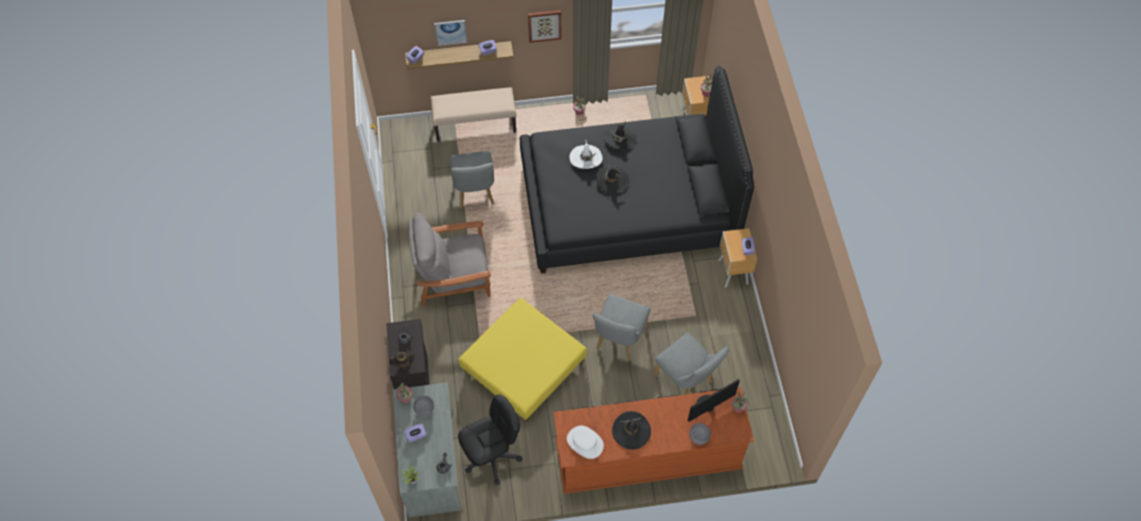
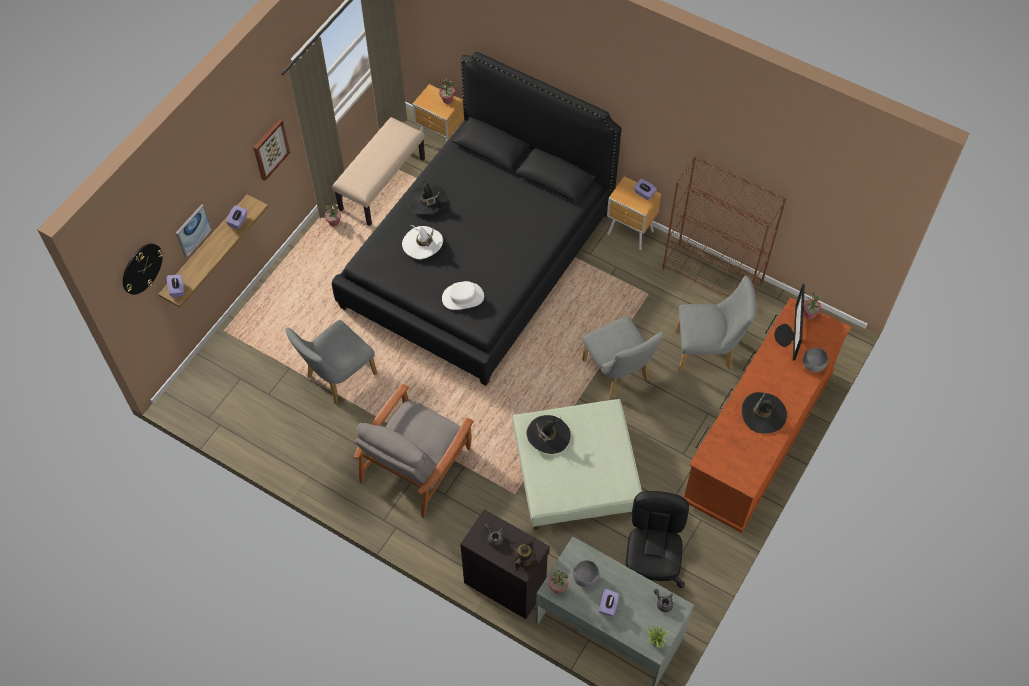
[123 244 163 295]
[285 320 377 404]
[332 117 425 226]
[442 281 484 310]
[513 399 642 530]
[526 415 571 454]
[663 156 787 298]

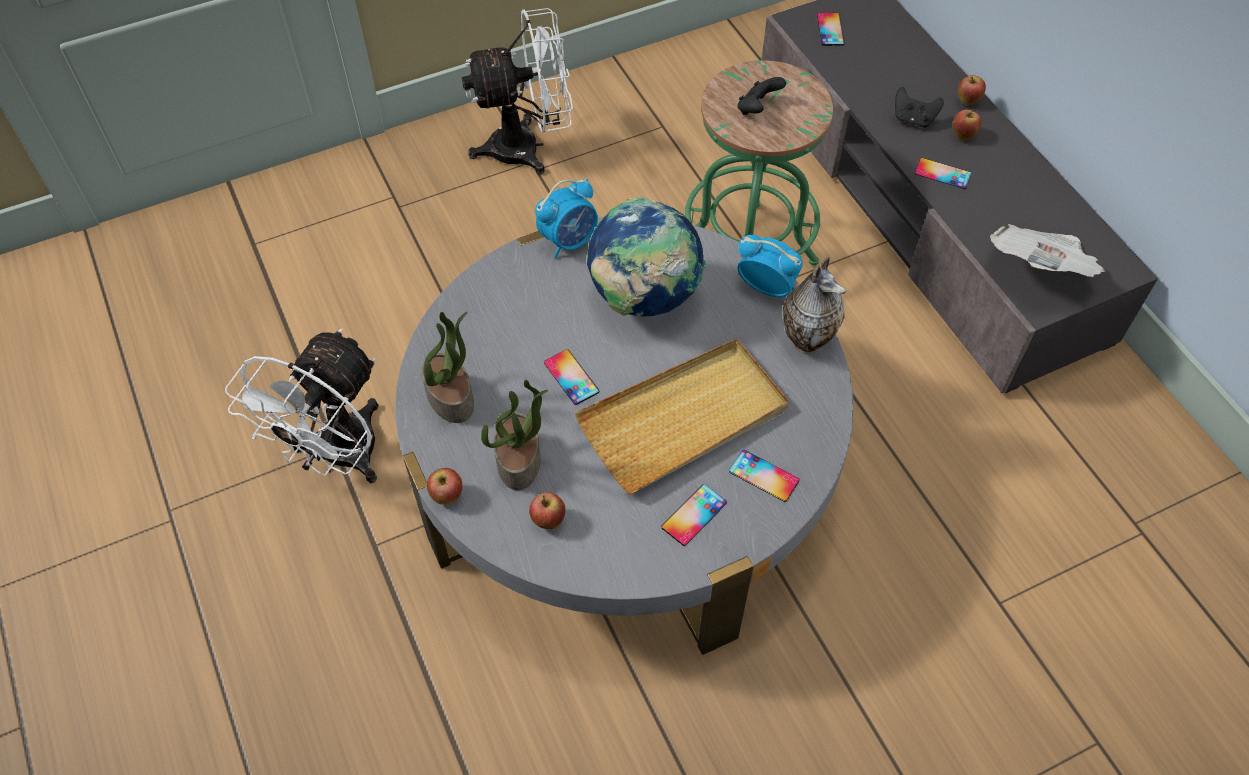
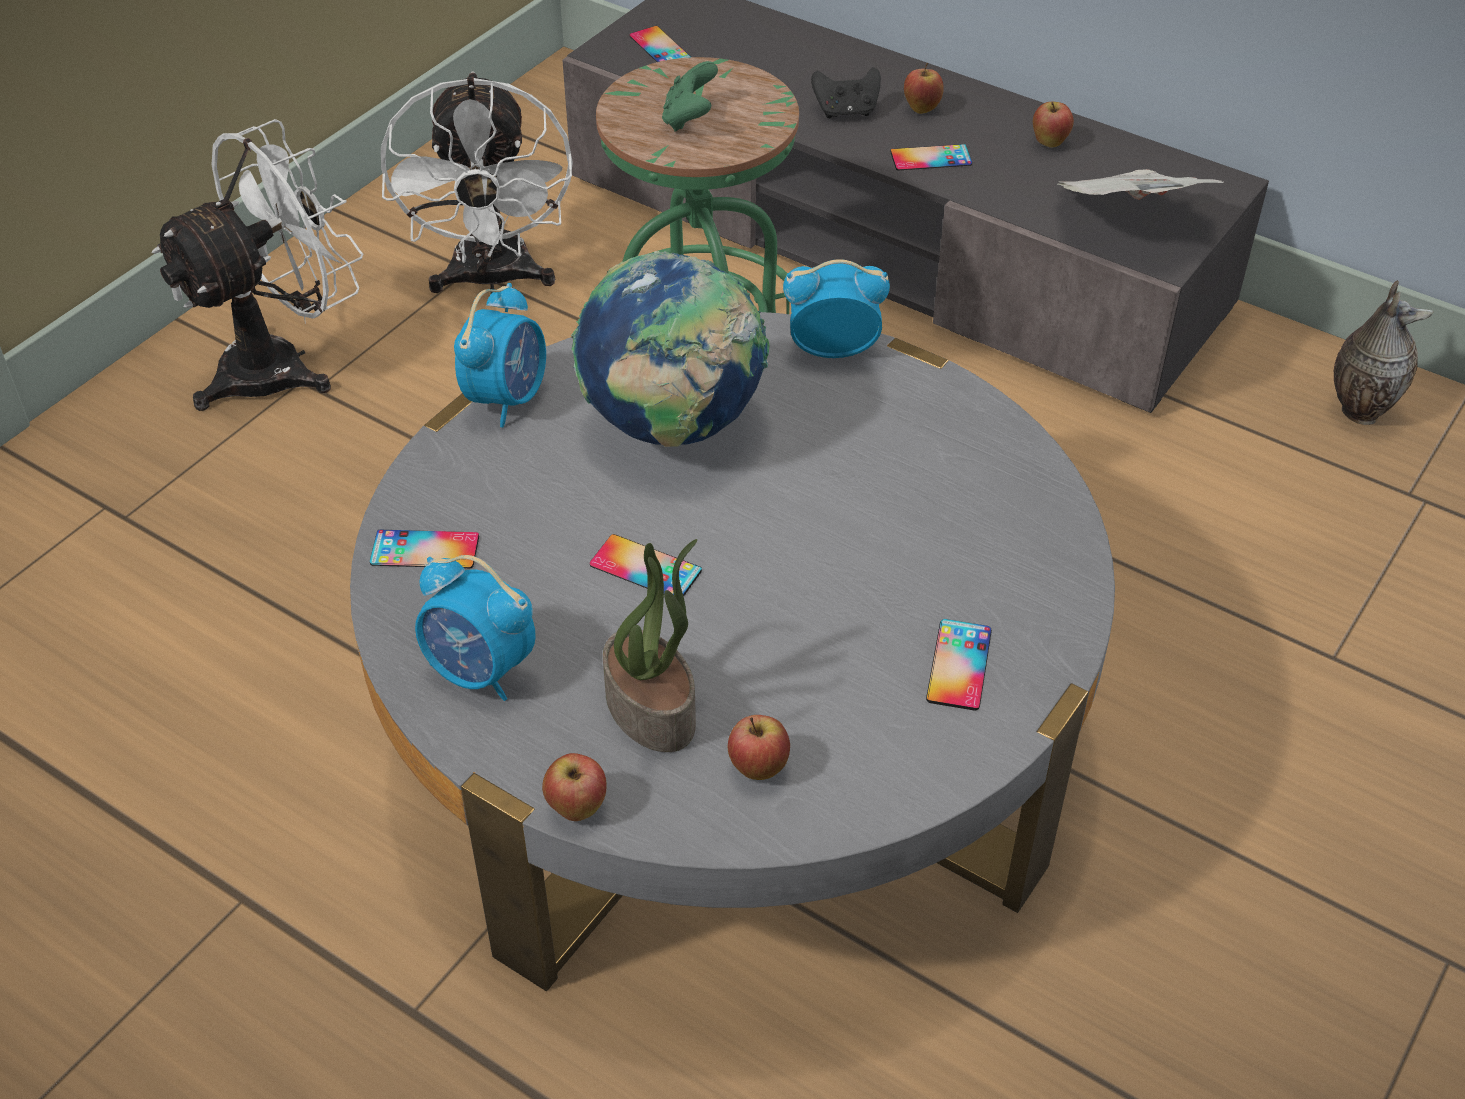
[370 530 479 568]
[381 71 573 294]
[415 555 536 701]
[662 61 718 132]
[1033 102 1074 147]
[1334 280 1433 425]
[575 338 789 495] (first image)

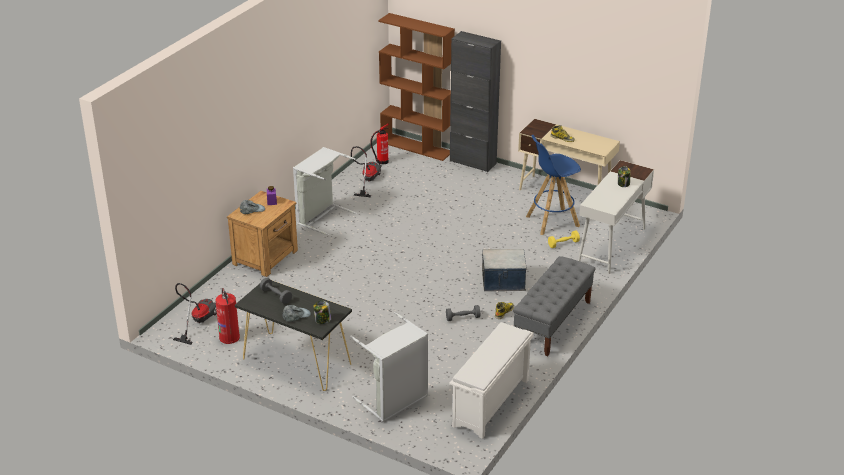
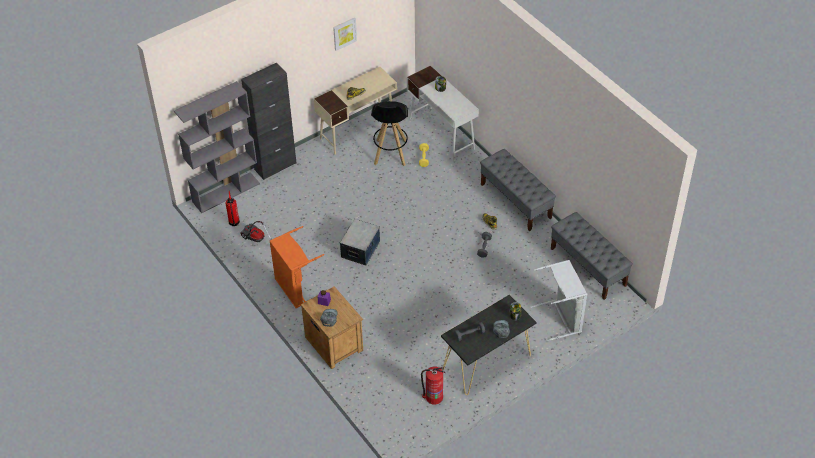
[174 81 260 213]
[270 226 324 308]
[333 17 357 51]
[340 219 380 266]
[371 101 408 166]
[551 212 633 300]
[173 283 217 345] (first image)

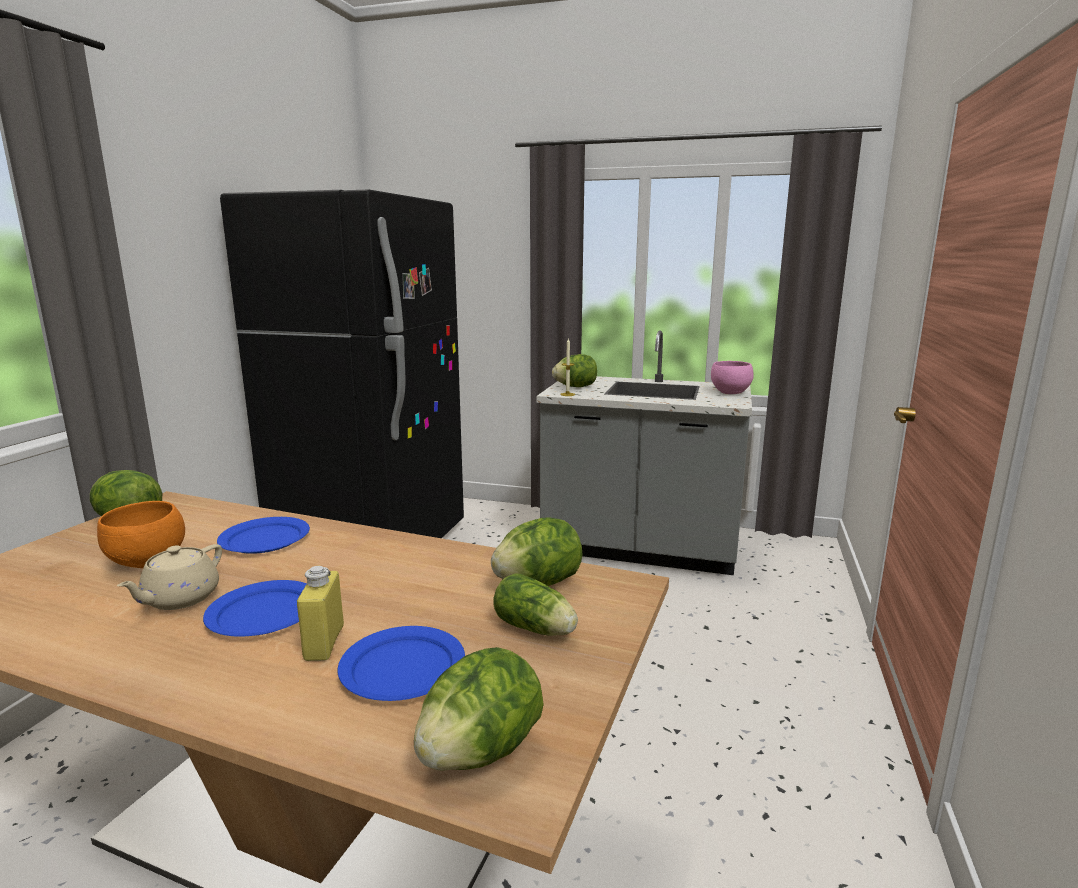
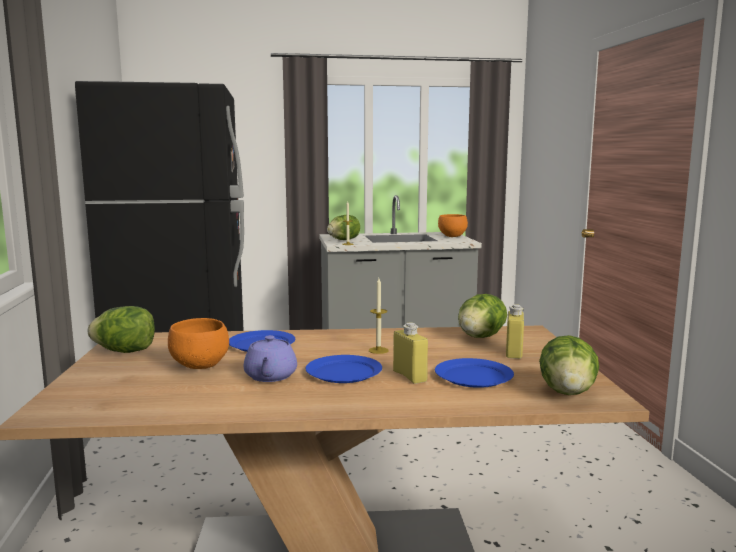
[243 335 297 382]
[369 278 388 354]
[438 214 468 237]
[506 304 524 359]

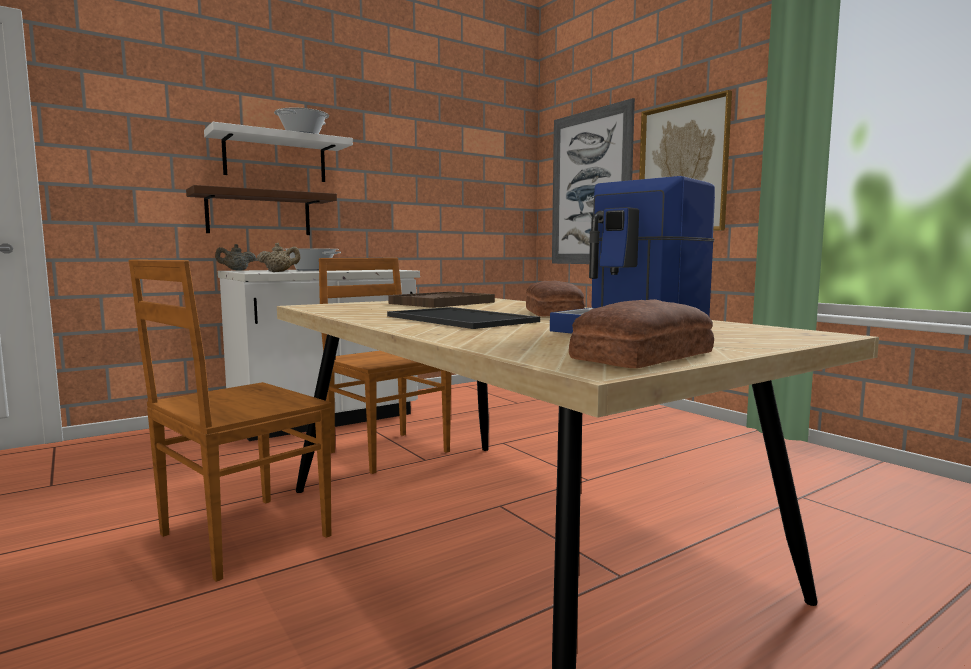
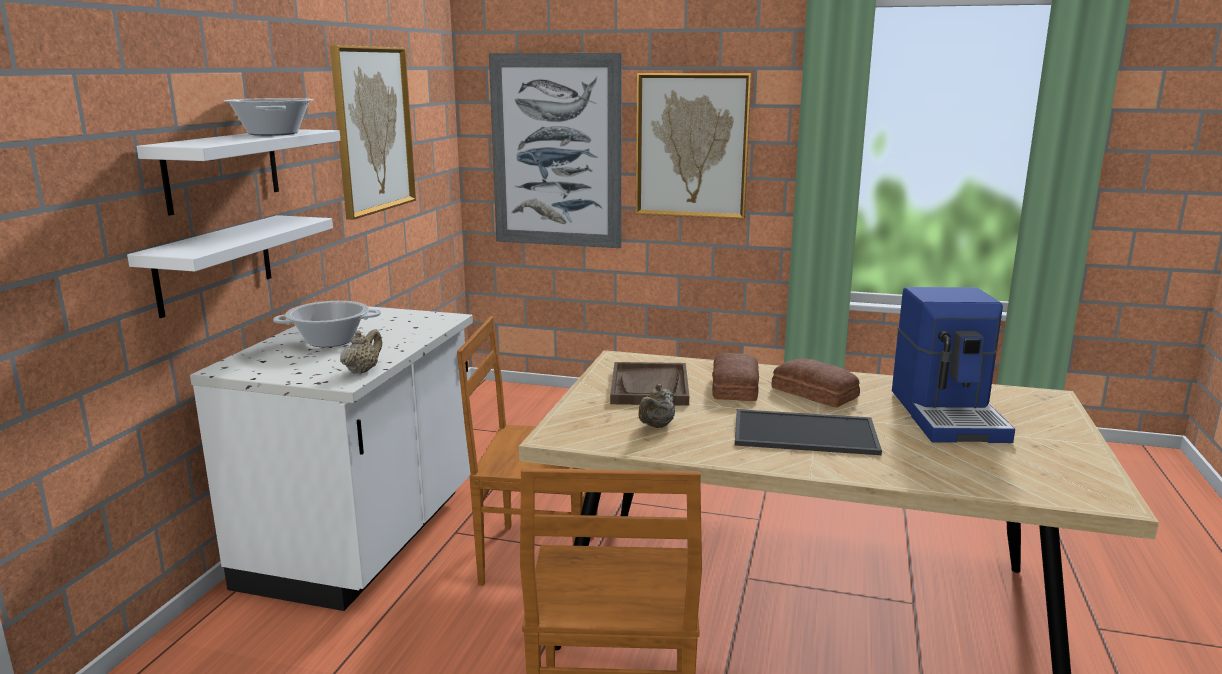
[127 215 333 318]
[330 45 416 220]
[638 384 675 428]
[712 353 759 401]

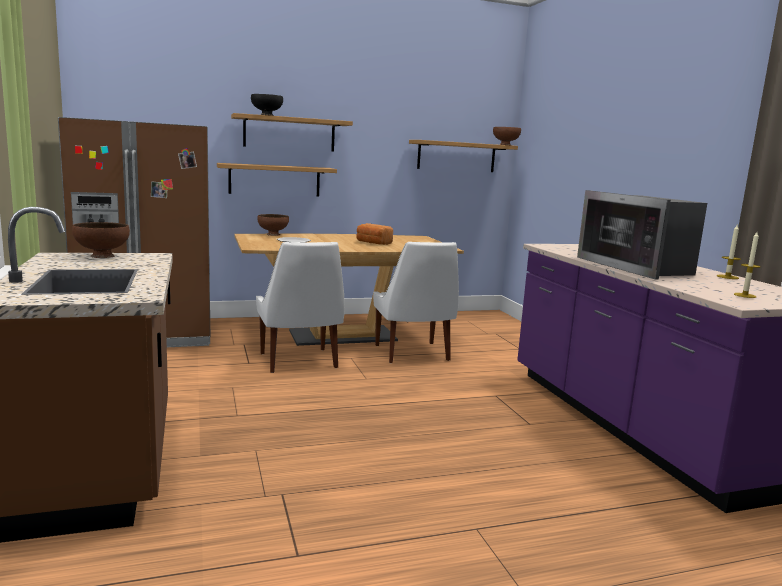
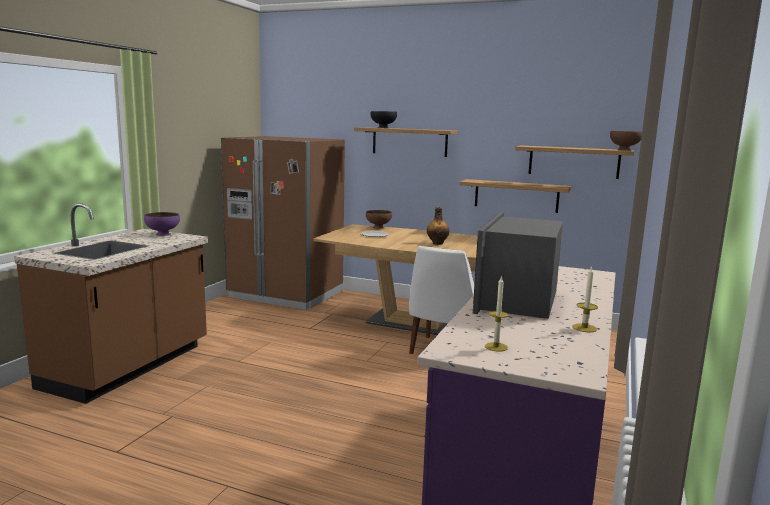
[144 212 180 236]
[427 207 450 245]
[459 179 571 213]
[256 242 345 373] (first image)

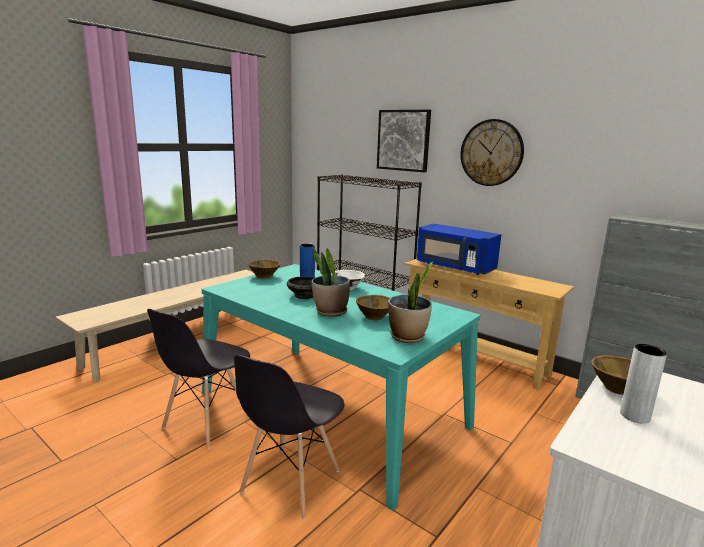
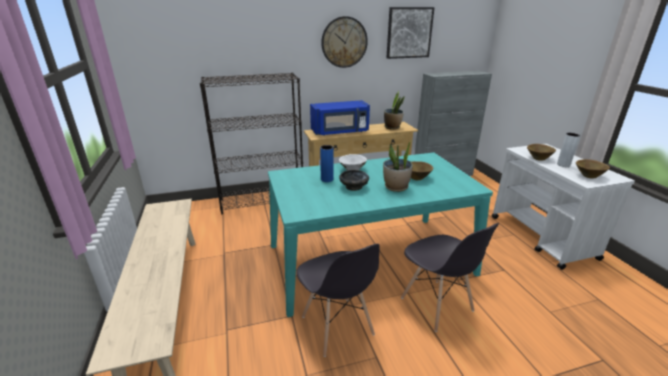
[384 91 405 130]
[386 7 435 59]
[576 159 610 179]

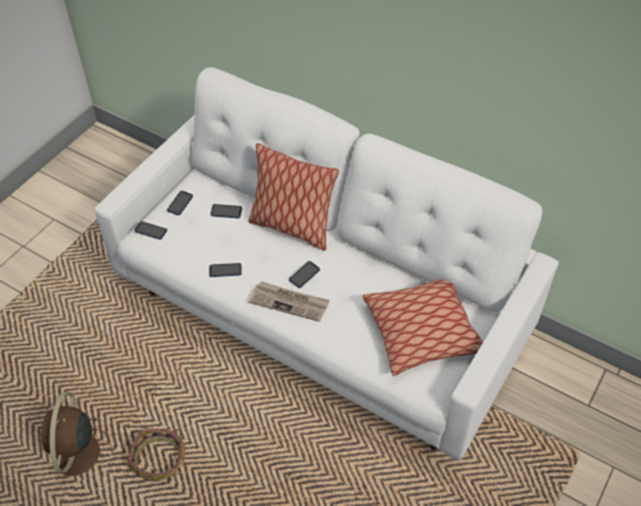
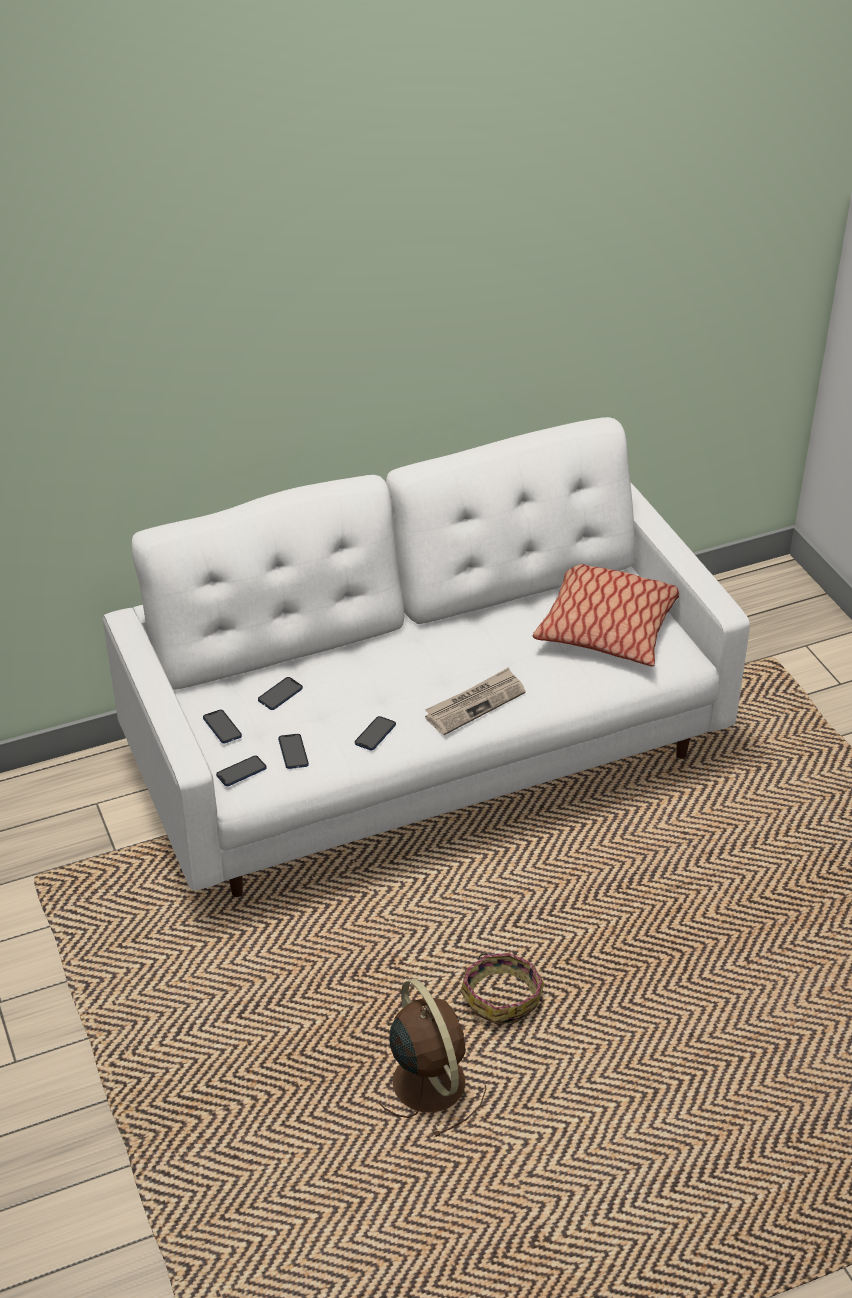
[278 734 309 769]
[378 979 486 1137]
[248 143 339 251] (first image)

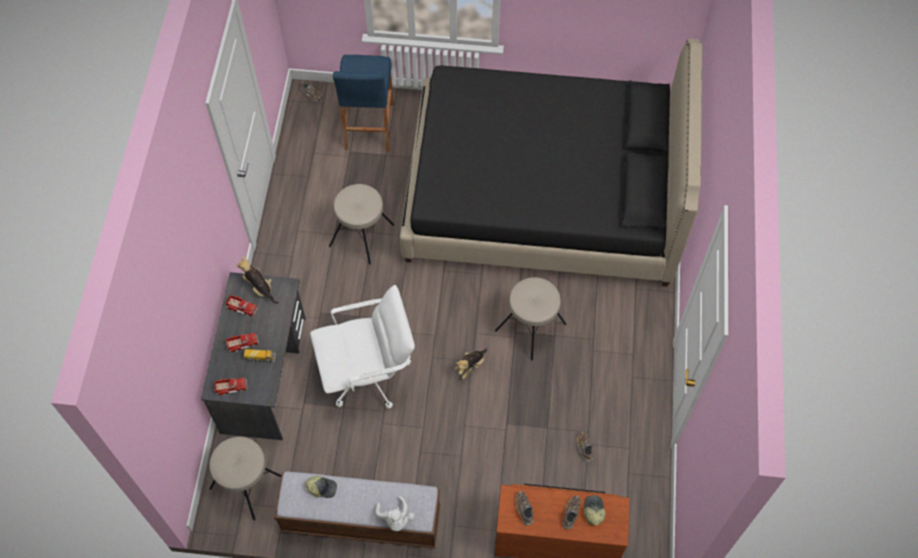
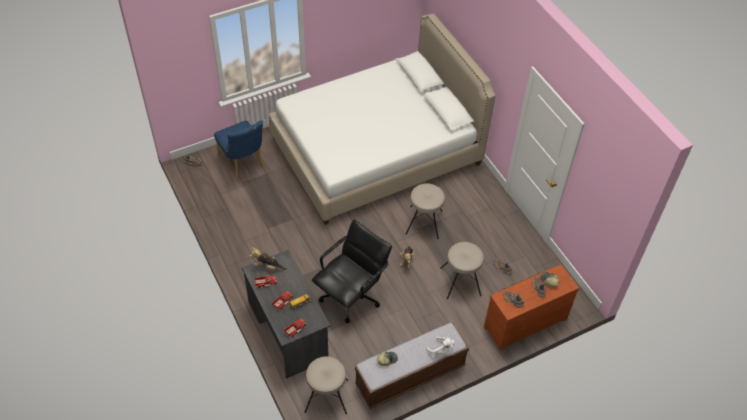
[214 120 264 178]
[269 13 496 225]
[312 220 392 323]
[440 242 484 299]

